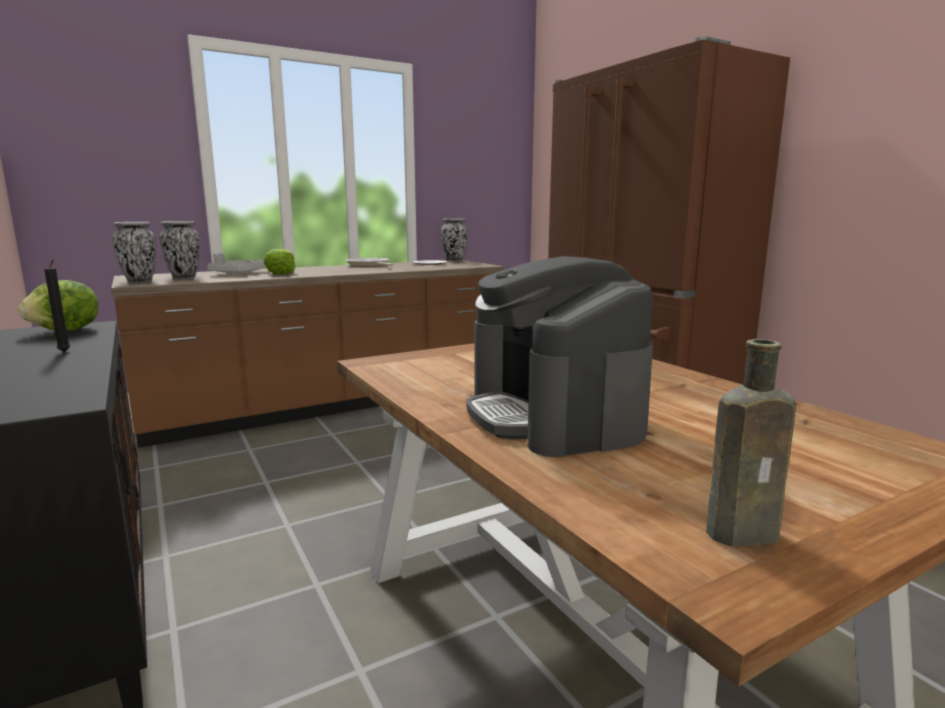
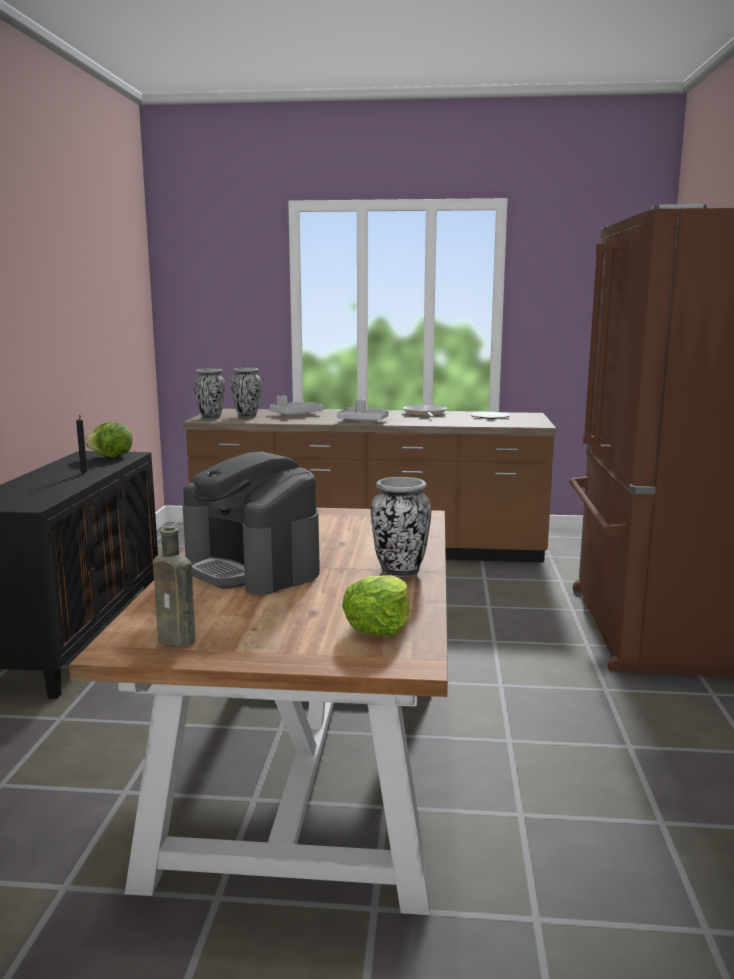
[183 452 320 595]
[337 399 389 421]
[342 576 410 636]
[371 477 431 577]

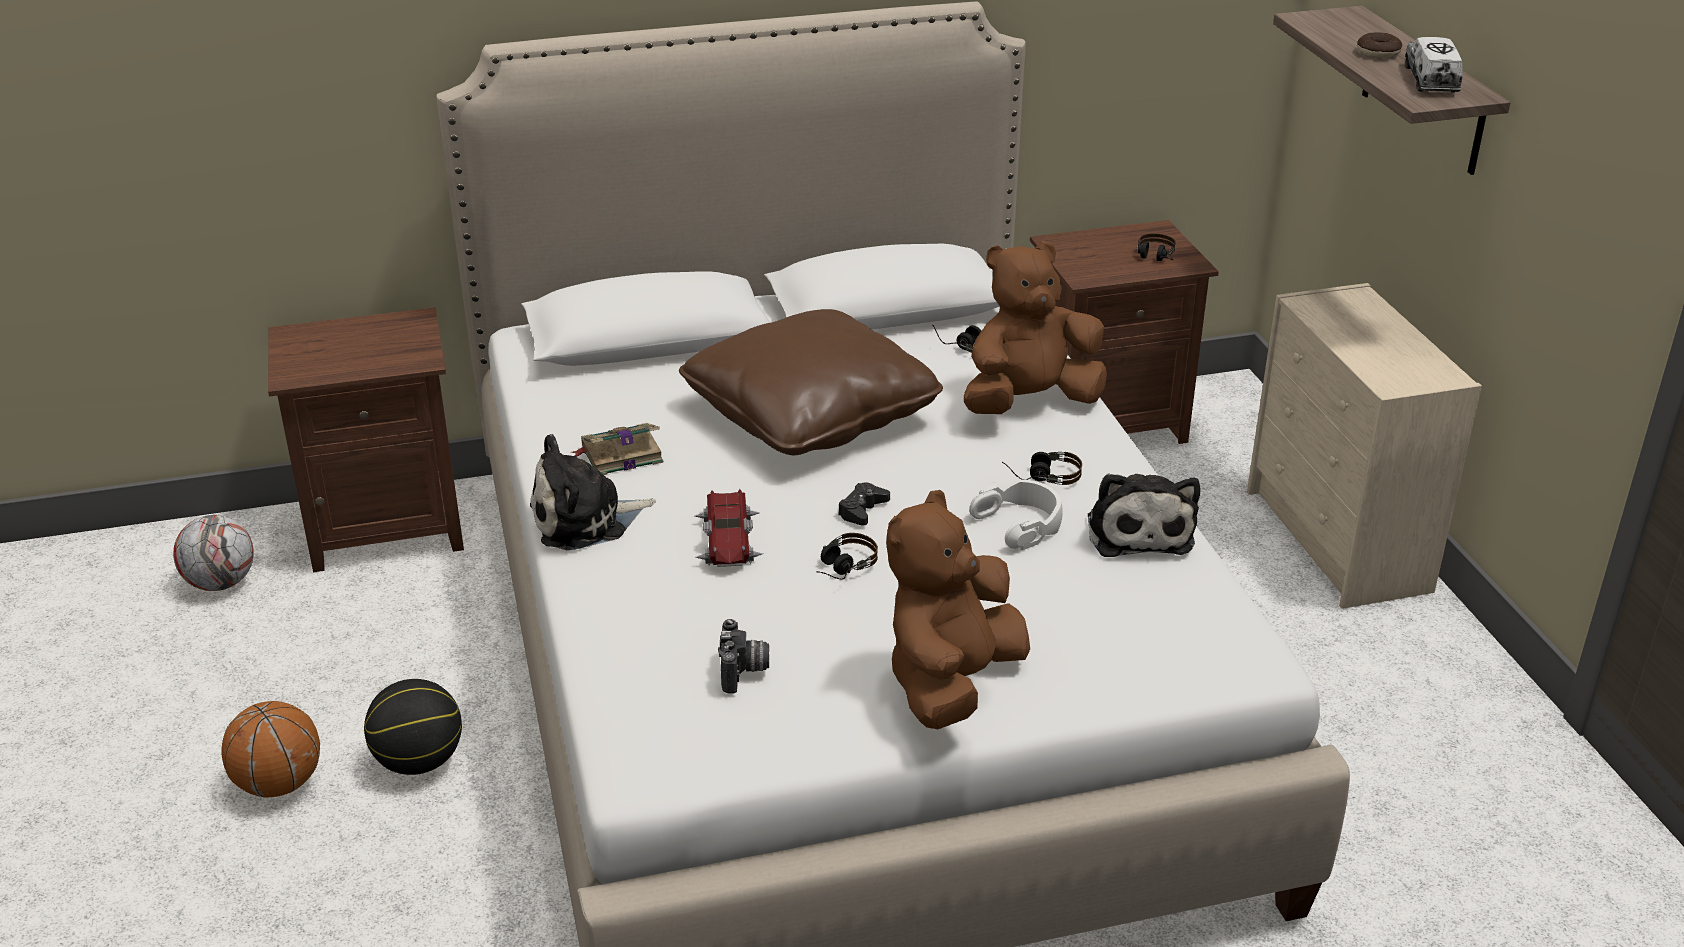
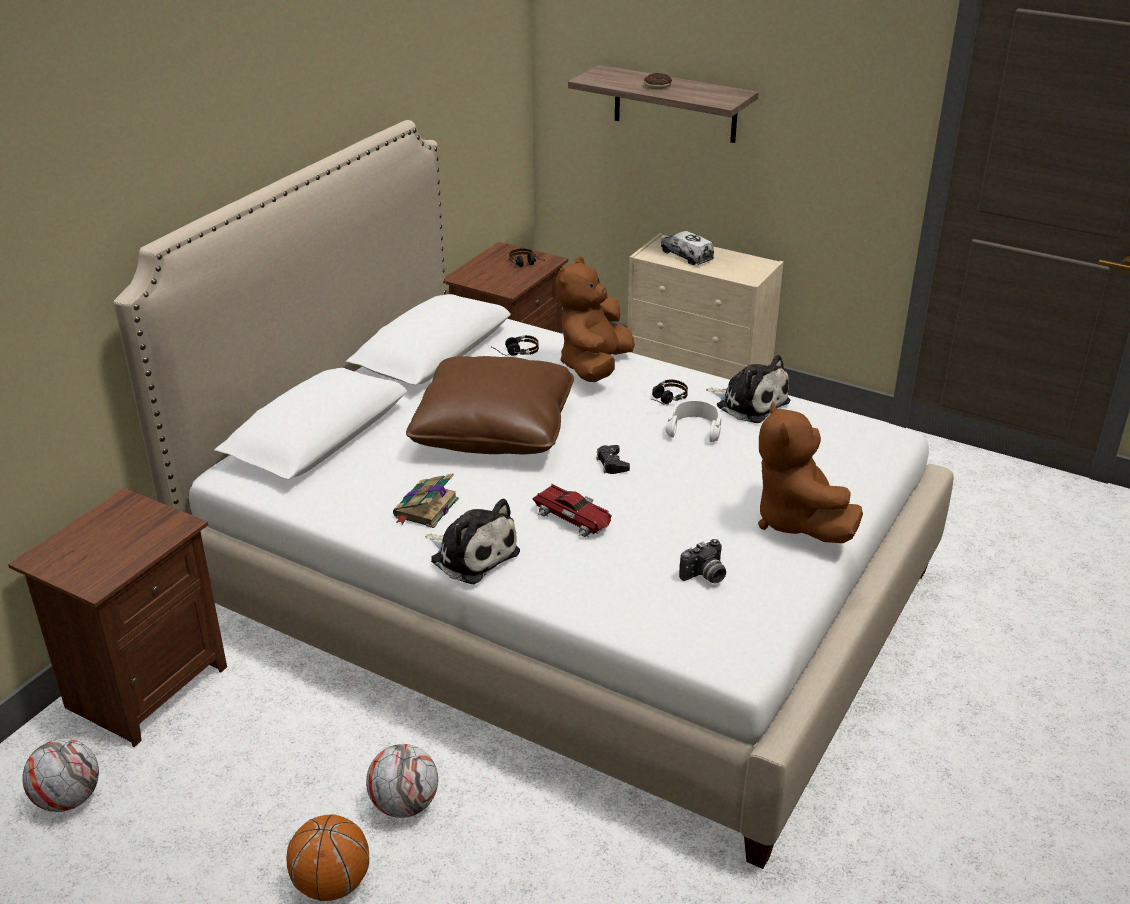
[366 744 438 818]
[425 499 520 584]
[661 231 714 265]
[679 539 726 583]
[816 533 878 580] (first image)

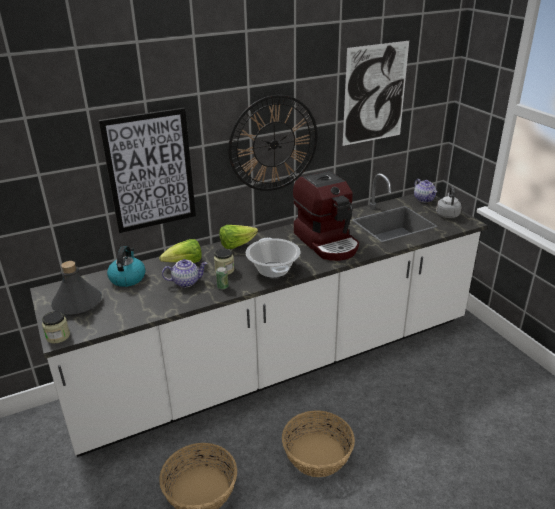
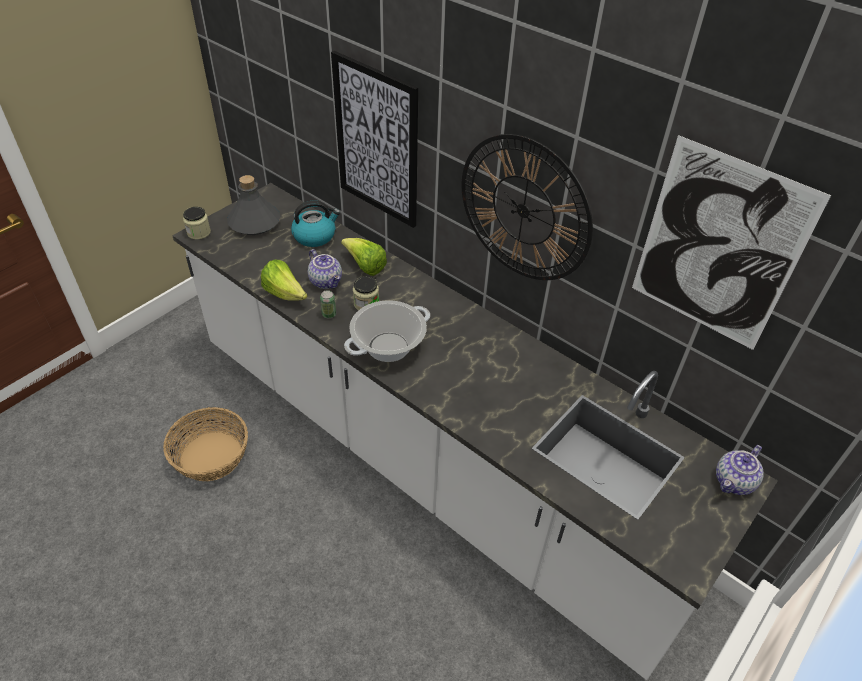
[261 260 307 301]
[282 411 355 477] (first image)
[293 171 359 261] (first image)
[436 187 462 218] (first image)

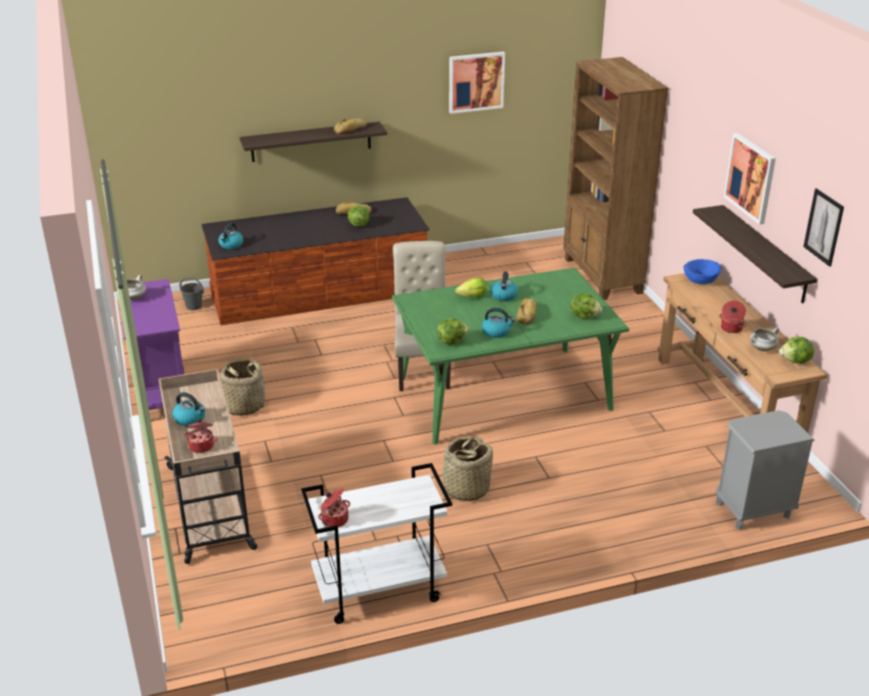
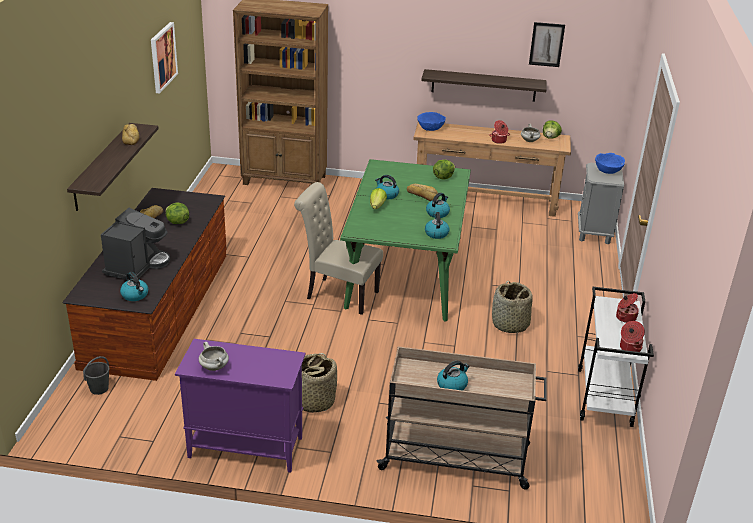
[101 208 170 280]
[425 212 449 239]
[595 153 625 174]
[616 293 639 323]
[724 133 776 225] (first image)

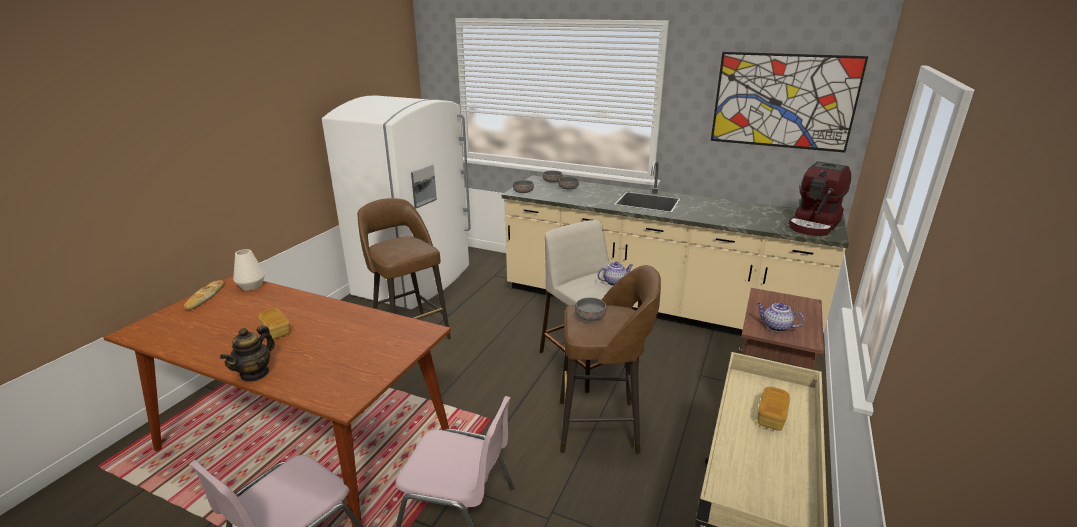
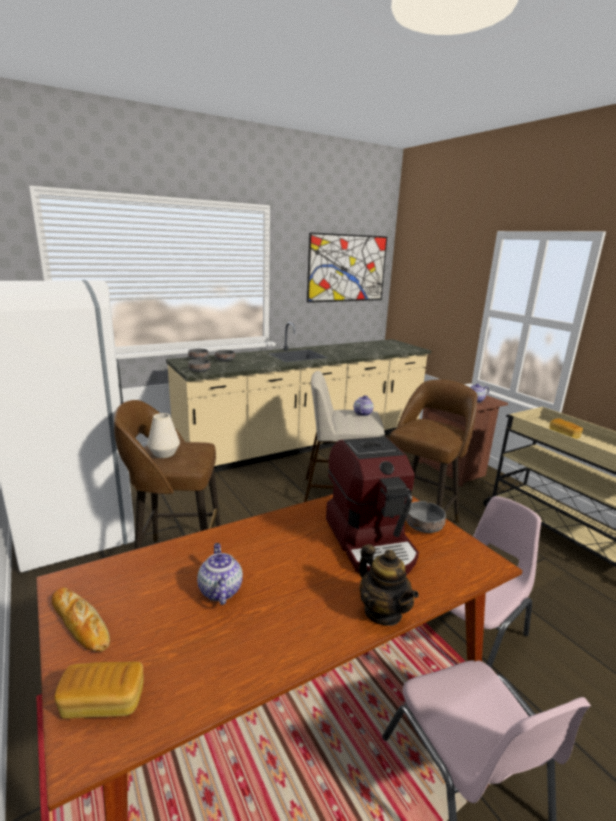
[55 662 144 719]
[147 413 180 458]
[197 543 243 605]
[326 436 419 575]
[406 501 446 533]

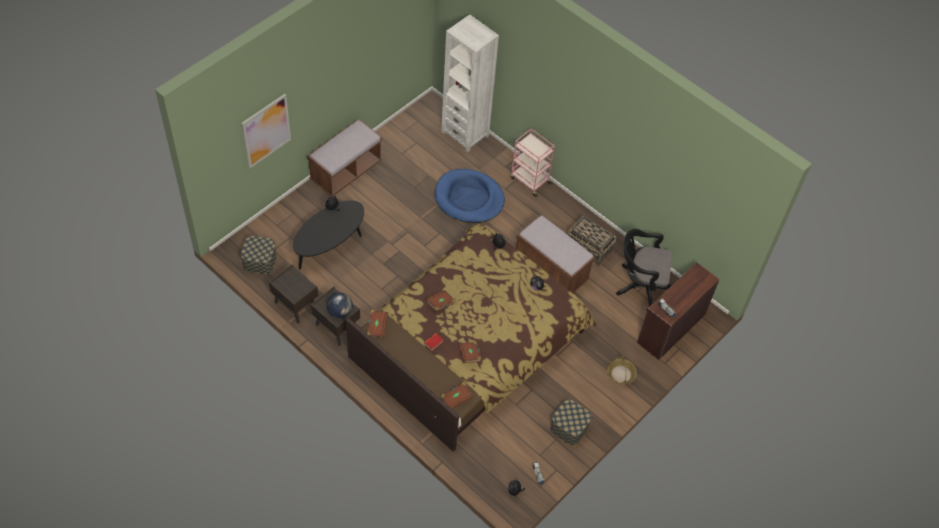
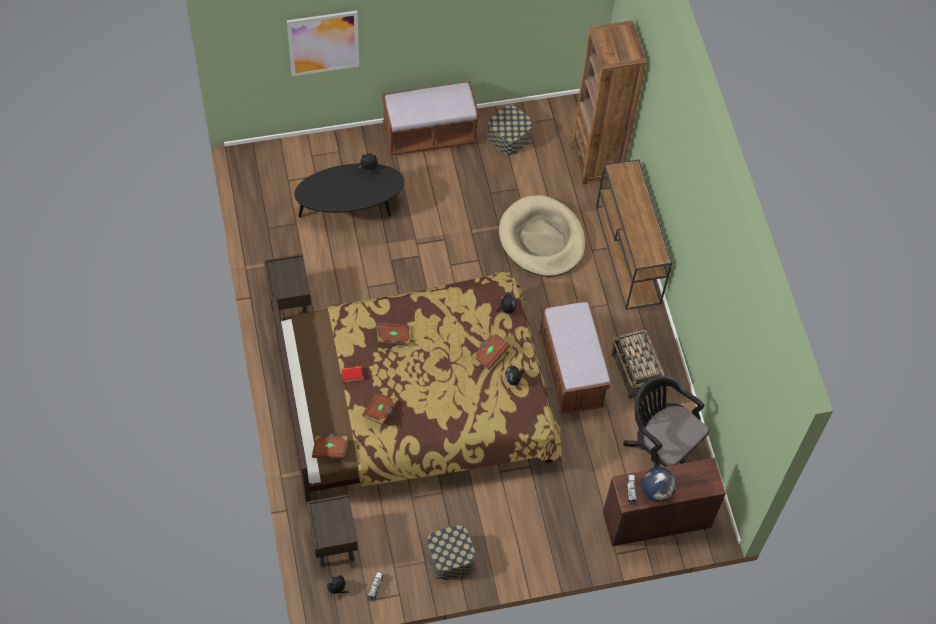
[307 495 358 567]
[472 331 510 370]
[488 105 533 155]
[499 195 585 277]
[571 20 647 185]
[596 159 672 310]
[641 467 677 502]
[608 355 637 384] (first image)

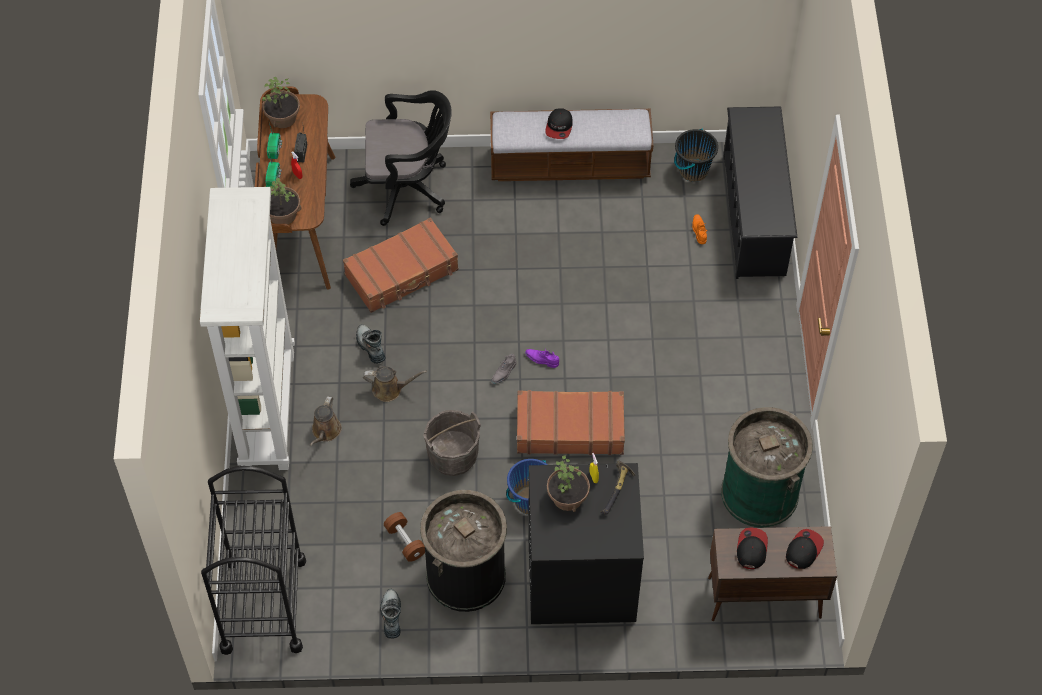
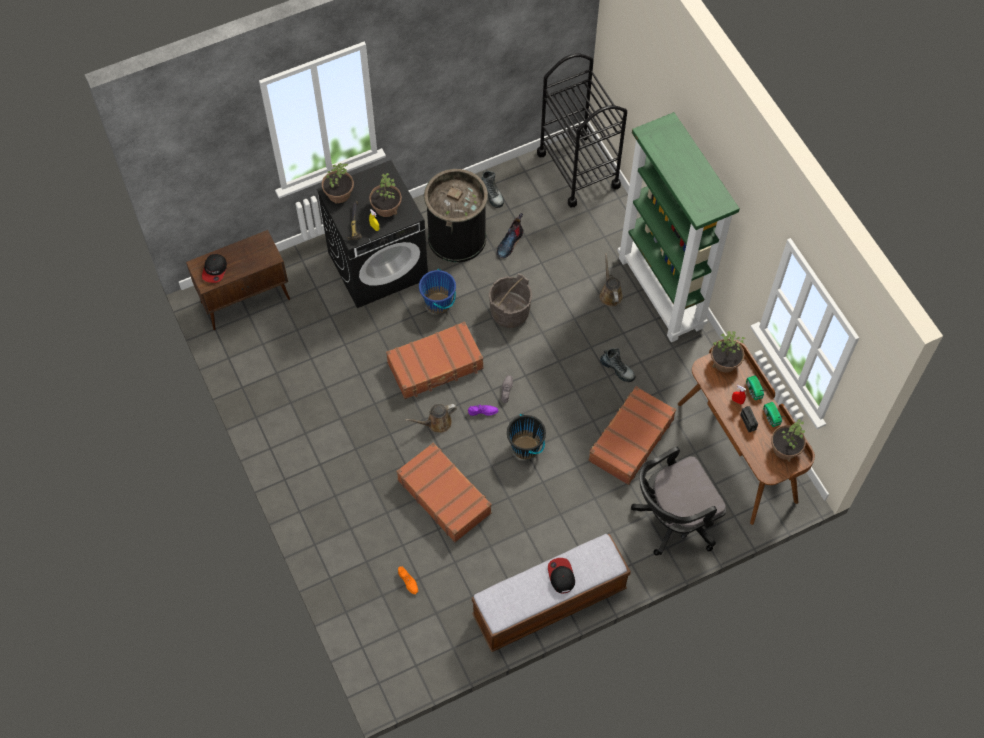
[322 163 354 204]
[396 442 492 543]
[405 404 457 433]
[497 213 523 258]
[507 414 546 460]
[617 112 740 342]
[721 407 813 528] (first image)
[723 107 798 279] (first image)
[737 528 768 569] (first image)

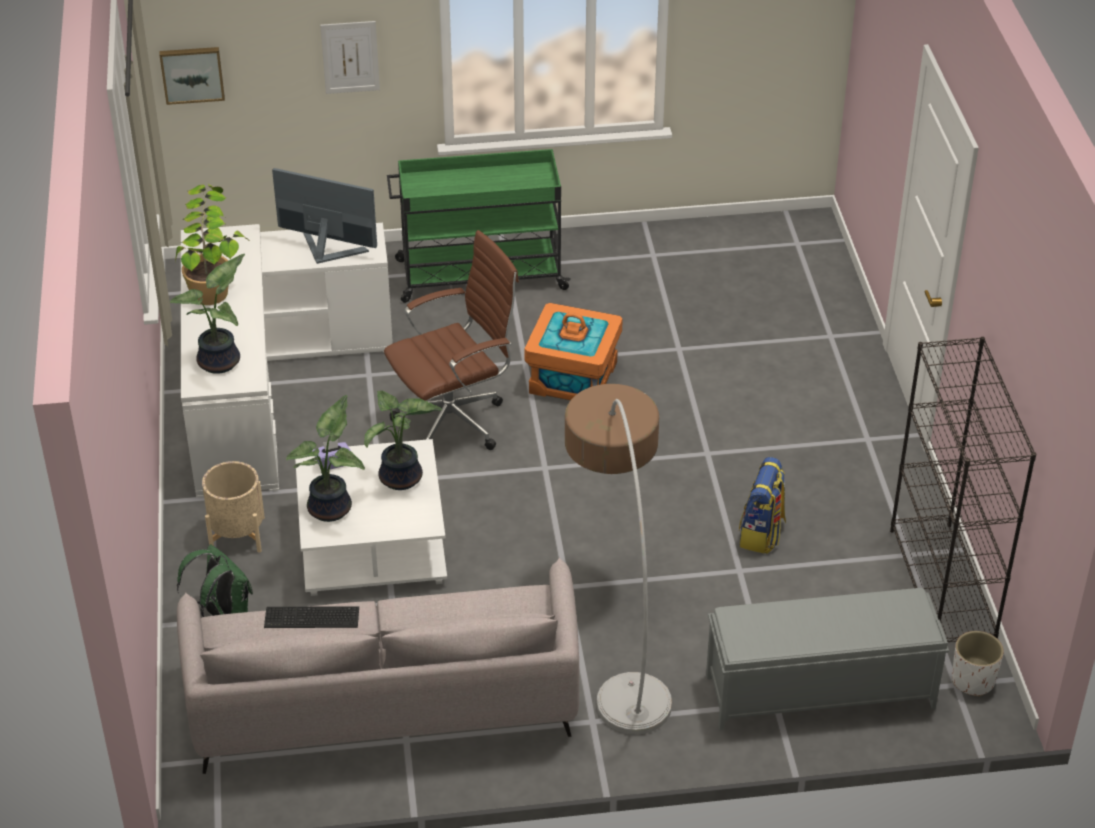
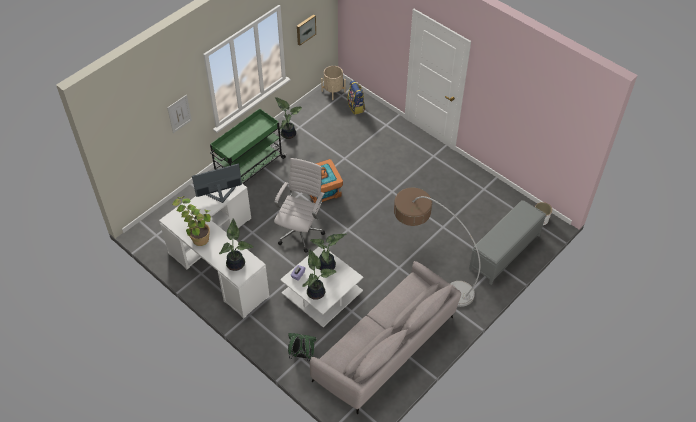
[274 158 325 253]
[275 97 302 139]
[297 14 316 46]
[321 66 346 100]
[347 80 365 115]
[264 606 359 628] (first image)
[890 337 1036 642] (first image)

